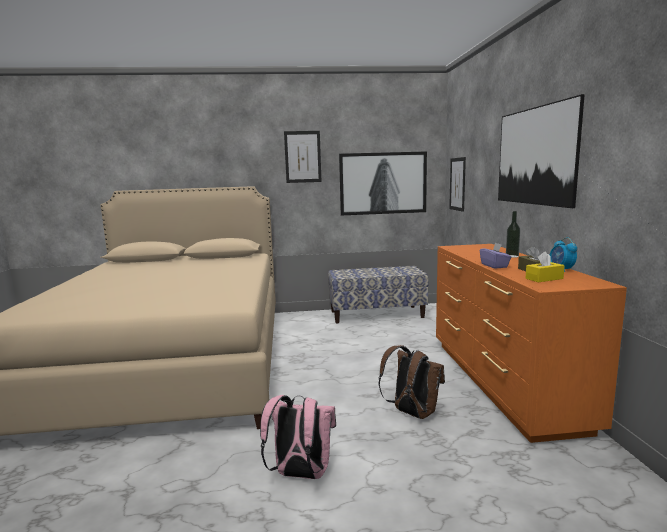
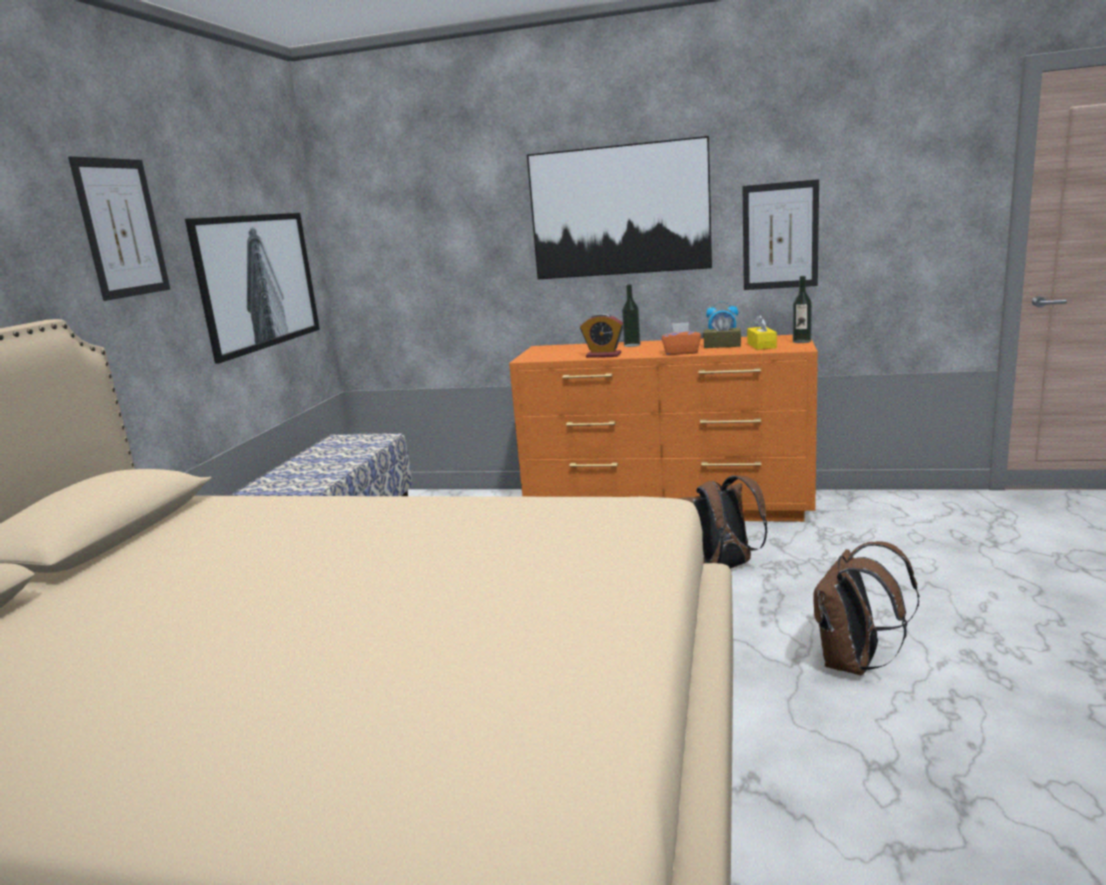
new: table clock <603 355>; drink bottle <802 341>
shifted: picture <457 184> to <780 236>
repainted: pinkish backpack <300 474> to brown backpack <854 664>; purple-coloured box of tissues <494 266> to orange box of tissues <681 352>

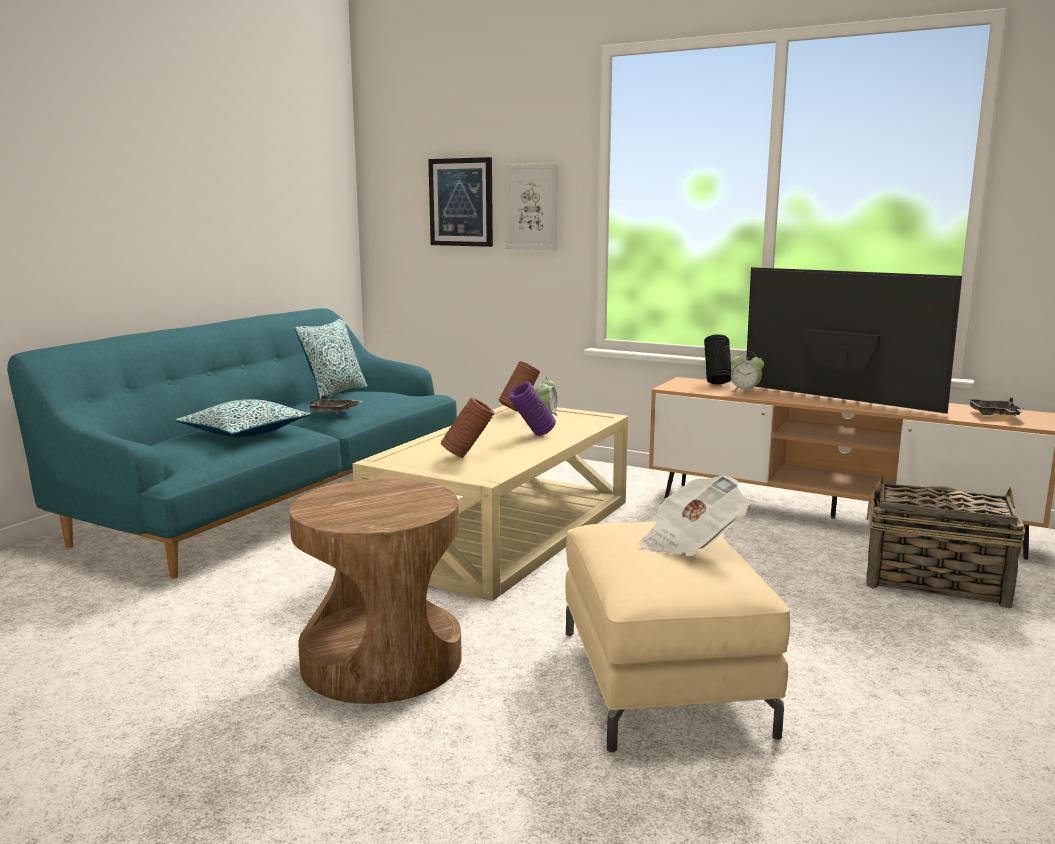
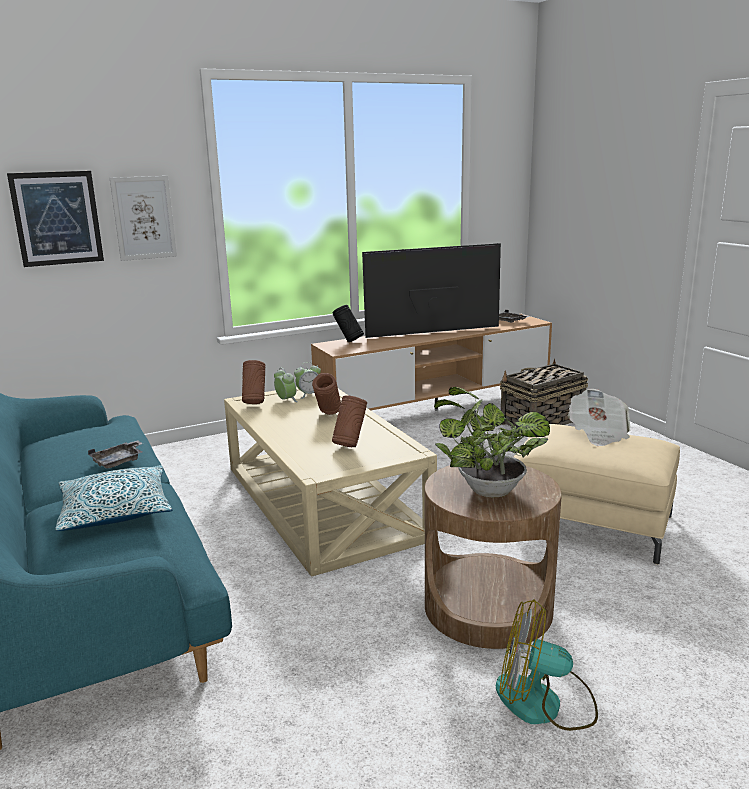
gone: pillow <335 393>
new: houseplant <486 489>; fan <544 703>
shifted: table clock <745 391> to <308 395>
repainted: purple-coloured decorative vase <532 435> to brown decorative vase <328 415>

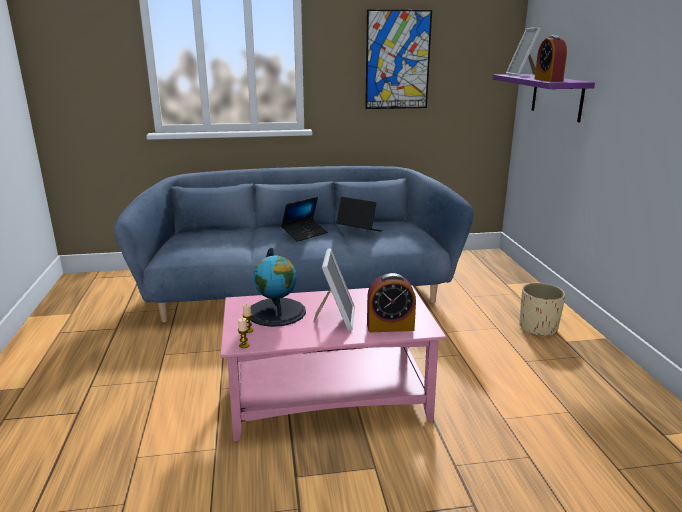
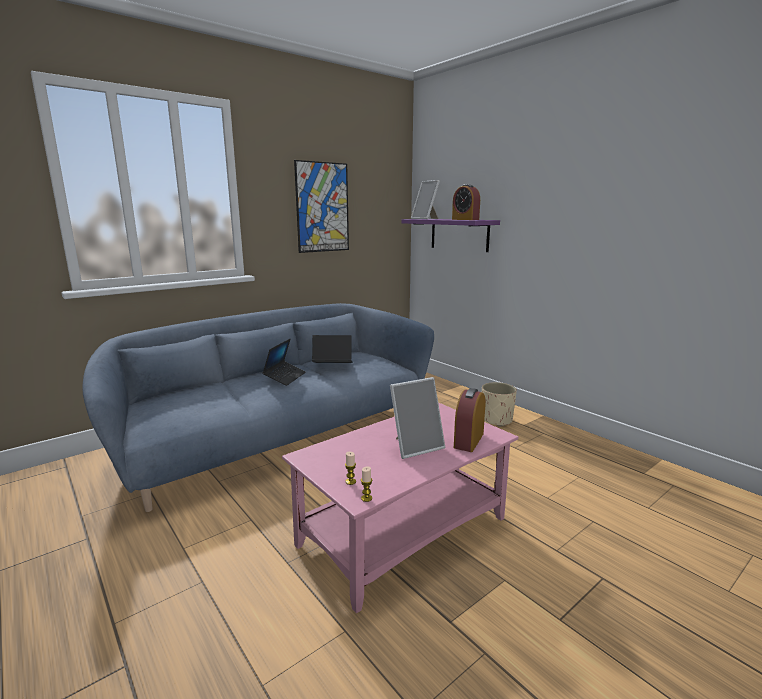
gone: world globe <276 312>
rotated: picture frame <335 318> = <415 446> 90 degrees clockwise; table clock <390 326> = <468 440> 150 degrees clockwise

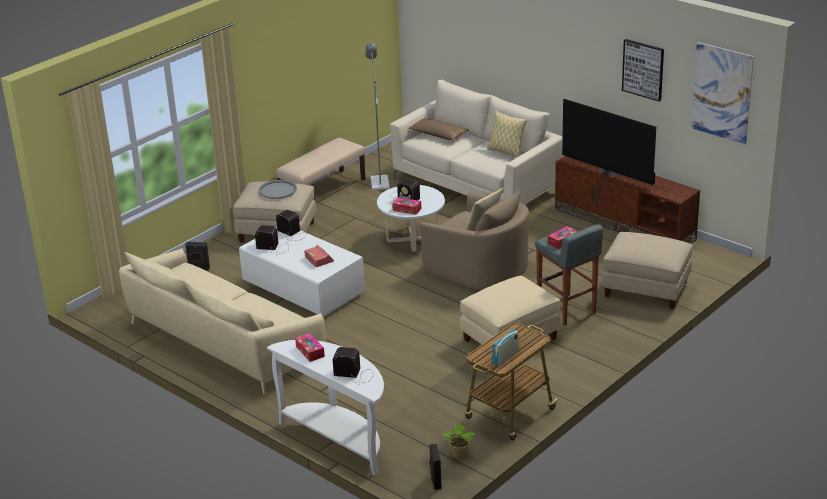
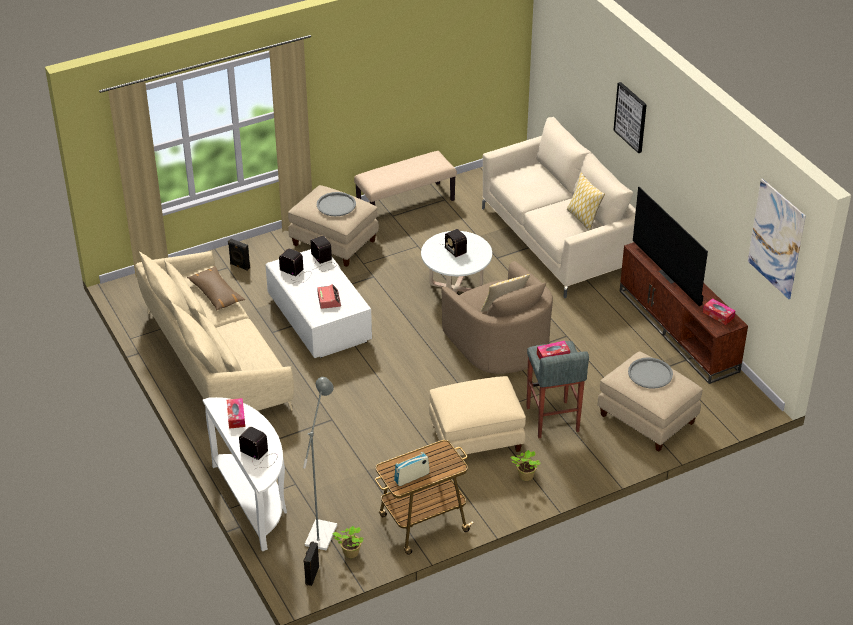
new: houseplant <525 476>; greyish serving tray <650 374>
shifted: greyish standard lamp <379 180> to <323 530>; box of tissues <407 209> to <718 315>; brown pillow <438 134> to <216 294>; picture <643 69> to <631 117>

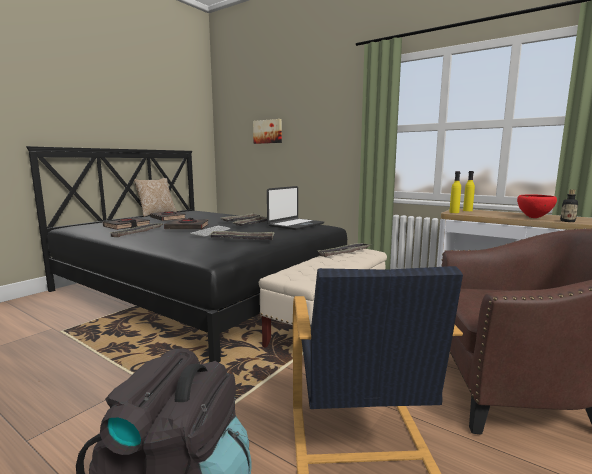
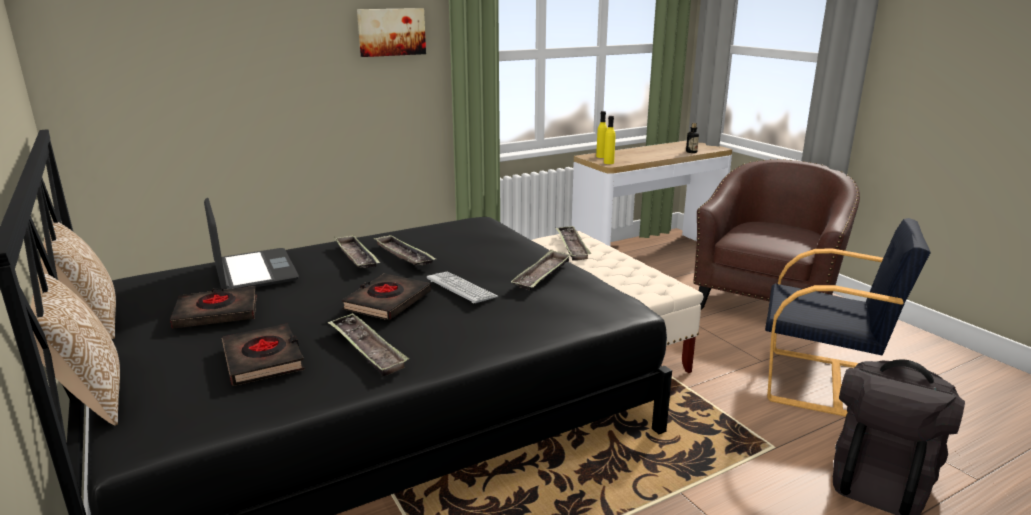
gone: reddish serving bowl <533 218>
new: pillow <90 399>
shifted: picture <268 131> to <391 32>; laptop <295 225> to <254 271>

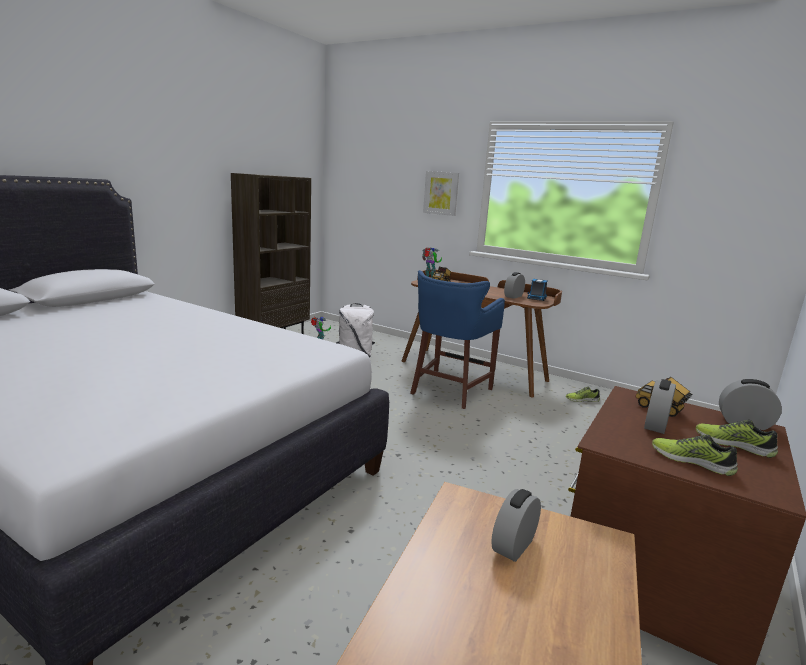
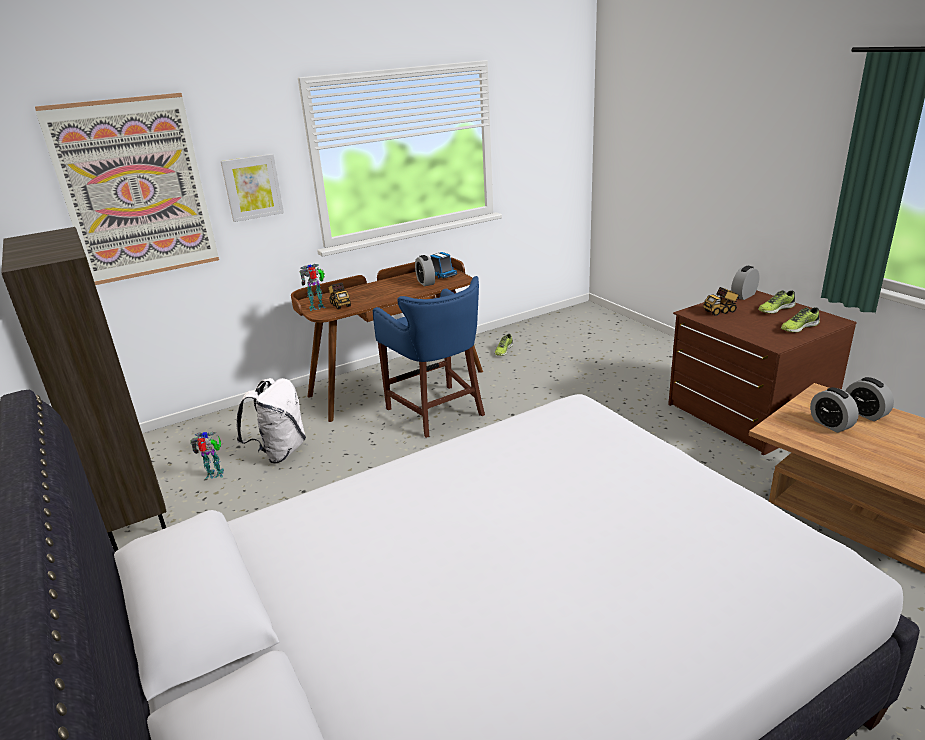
new: picture <135 190>
shifted: table clock <656 425> to <865 413>

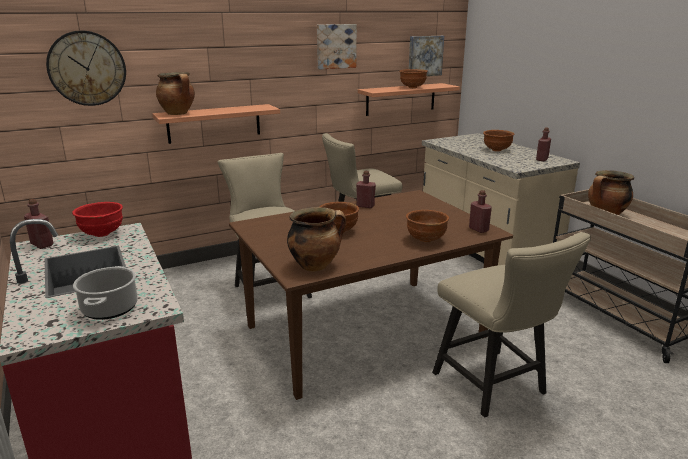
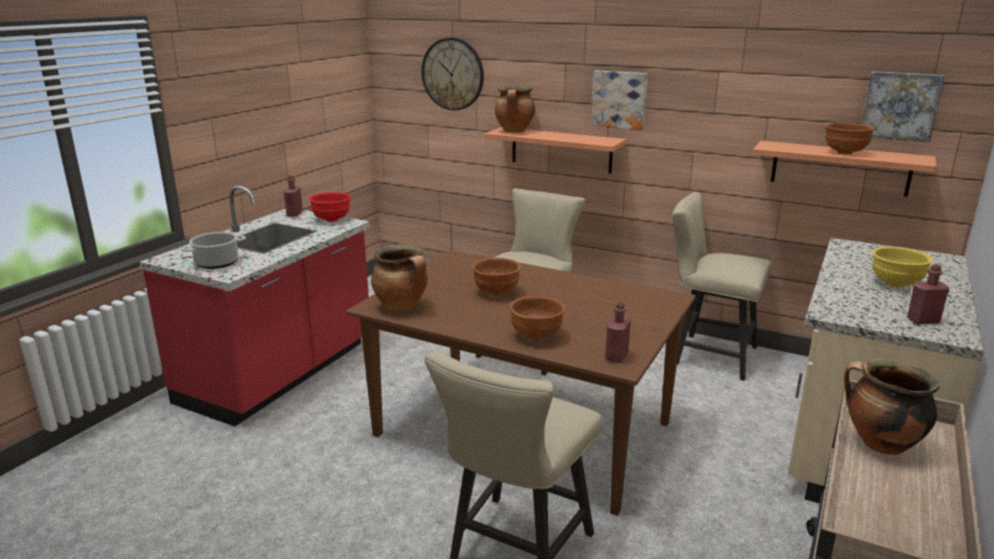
gone: reddish drink bottle <365 206>
shifted: picture <335 46> to <619 99>
repainted: brown serving bowl <496 150> to yellow serving bowl <895 284>

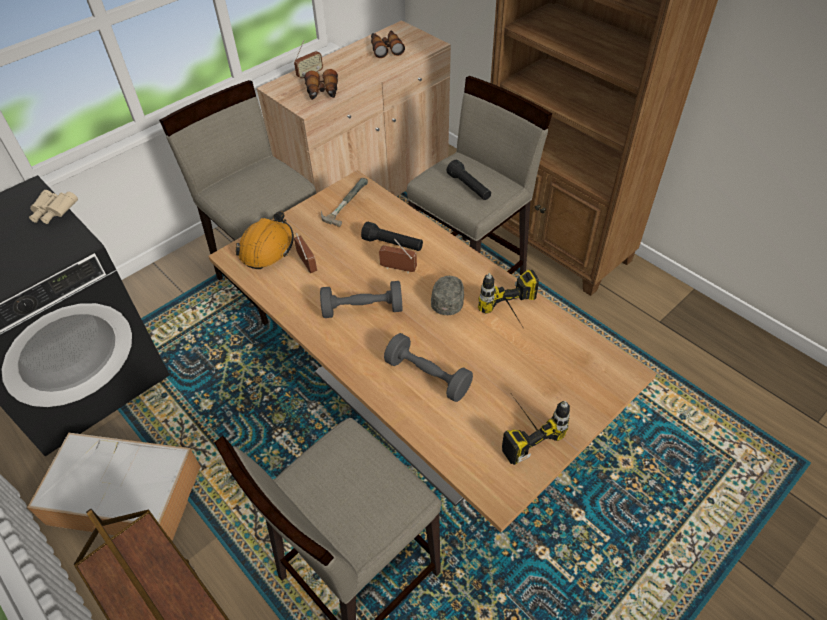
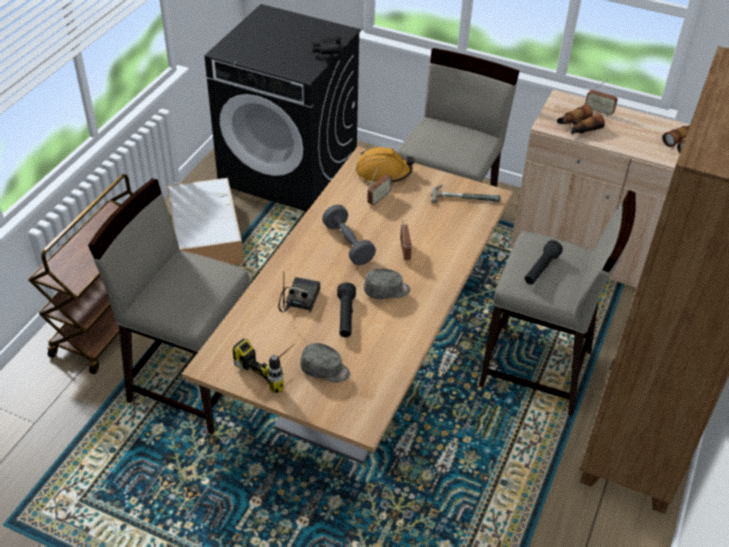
gone: electric drill <514 318>
new: greyish baseball cap <325 370>
shifted: blackish flashlight <392 244> to <345 317>
swapped: greyish dumbbell <427 376> to radio set <299 299>
repainted: sand-coloured pair of binoculars <54 213> to blackish pair of binoculars <327 52>

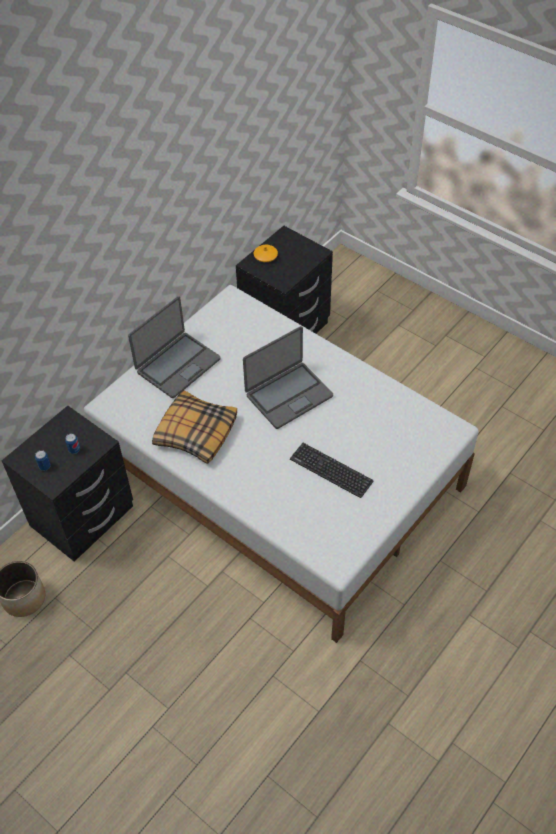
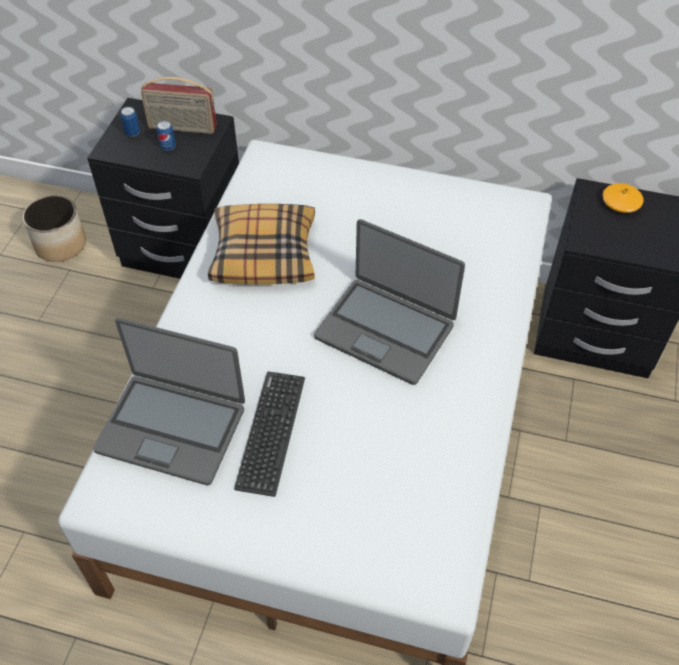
new: radio set <182 128>
shifted: laptop <177 365> to <172 428>

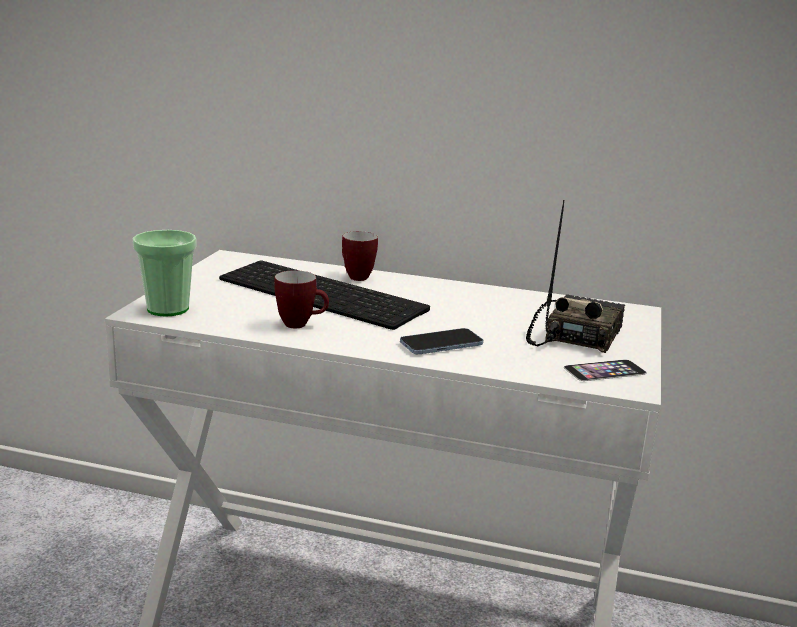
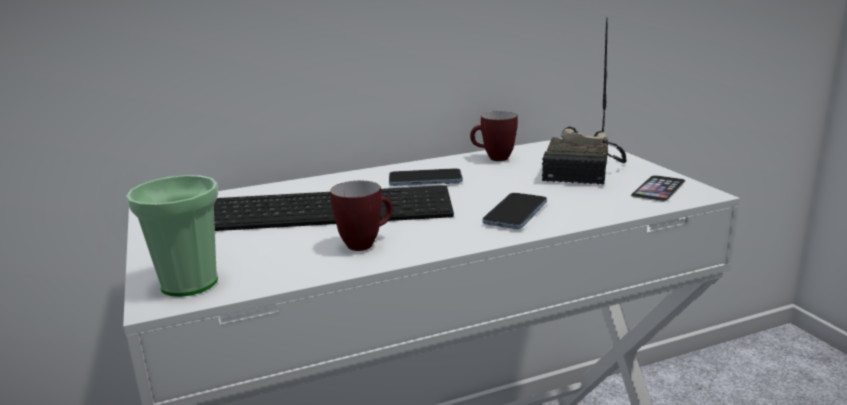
new: phone <425 180>
shifted: tea mug <355 276> to <493 158>
rotated: radio set <574 335> = <583 171> 150 degrees counterclockwise

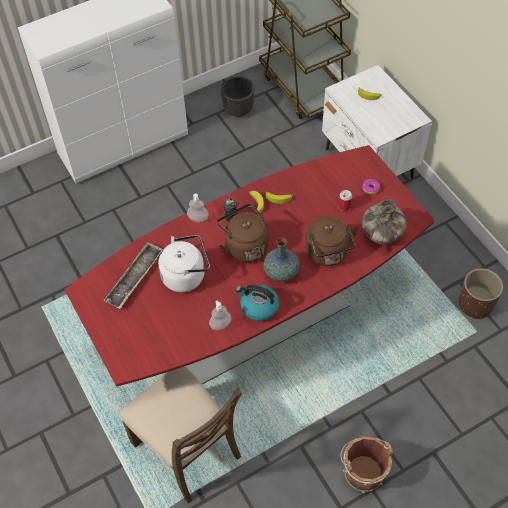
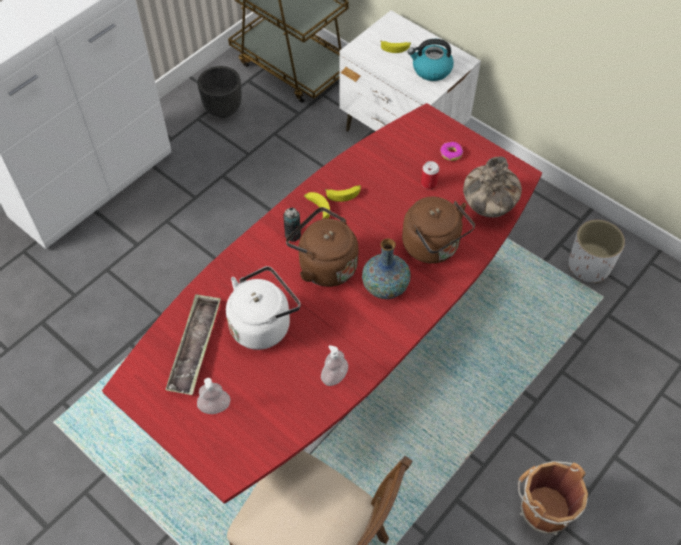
shifted: soap dispenser <198 218> to <215 407>; water kettle <258 307> to <431 70>
repainted: brown flower pot <475 304> to whitish flower pot <589 266>

